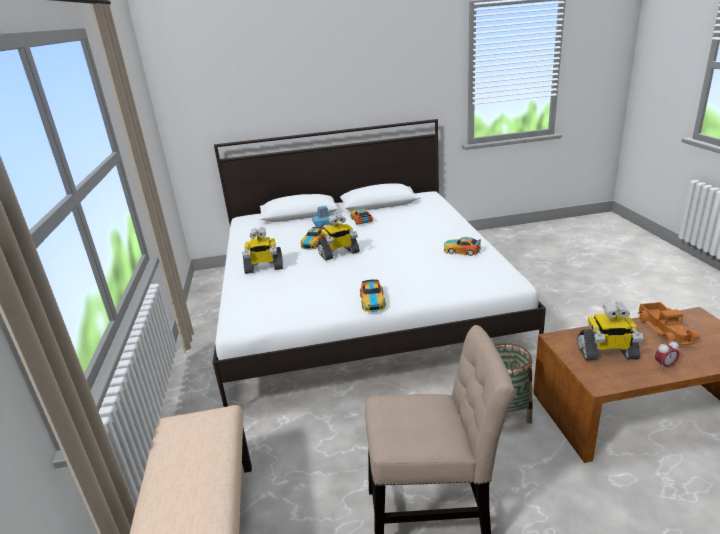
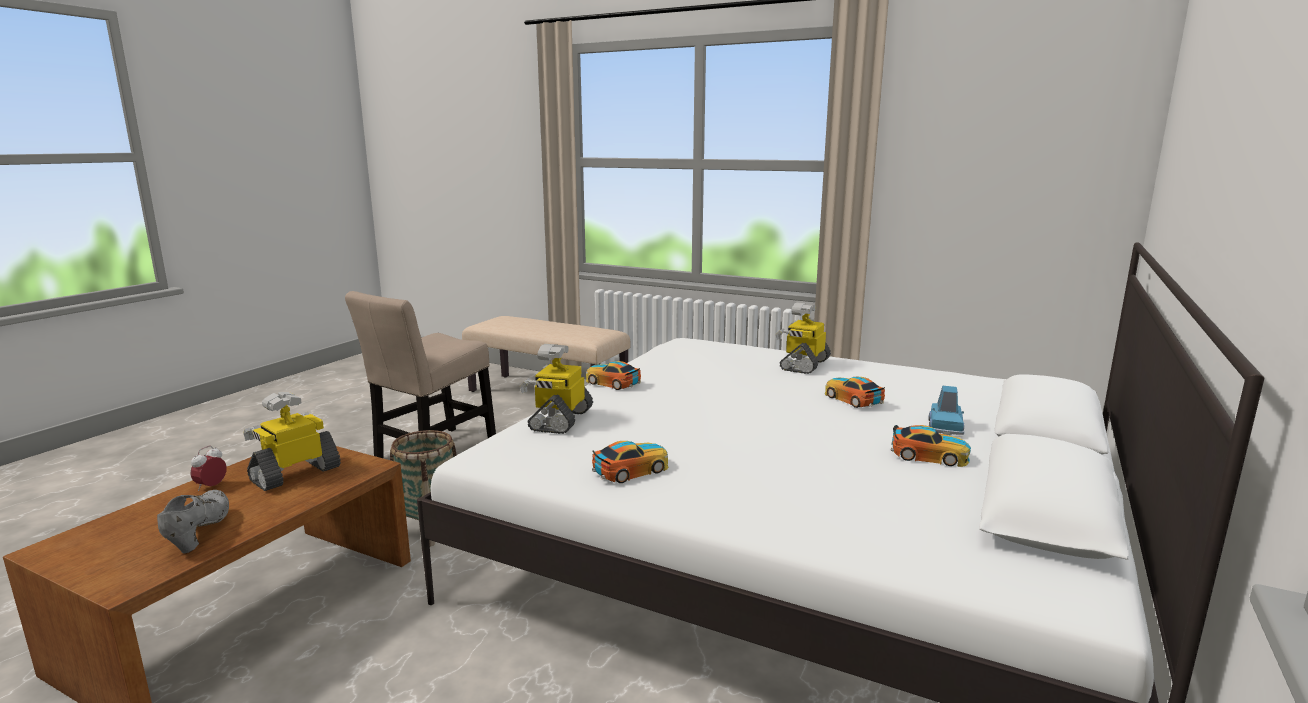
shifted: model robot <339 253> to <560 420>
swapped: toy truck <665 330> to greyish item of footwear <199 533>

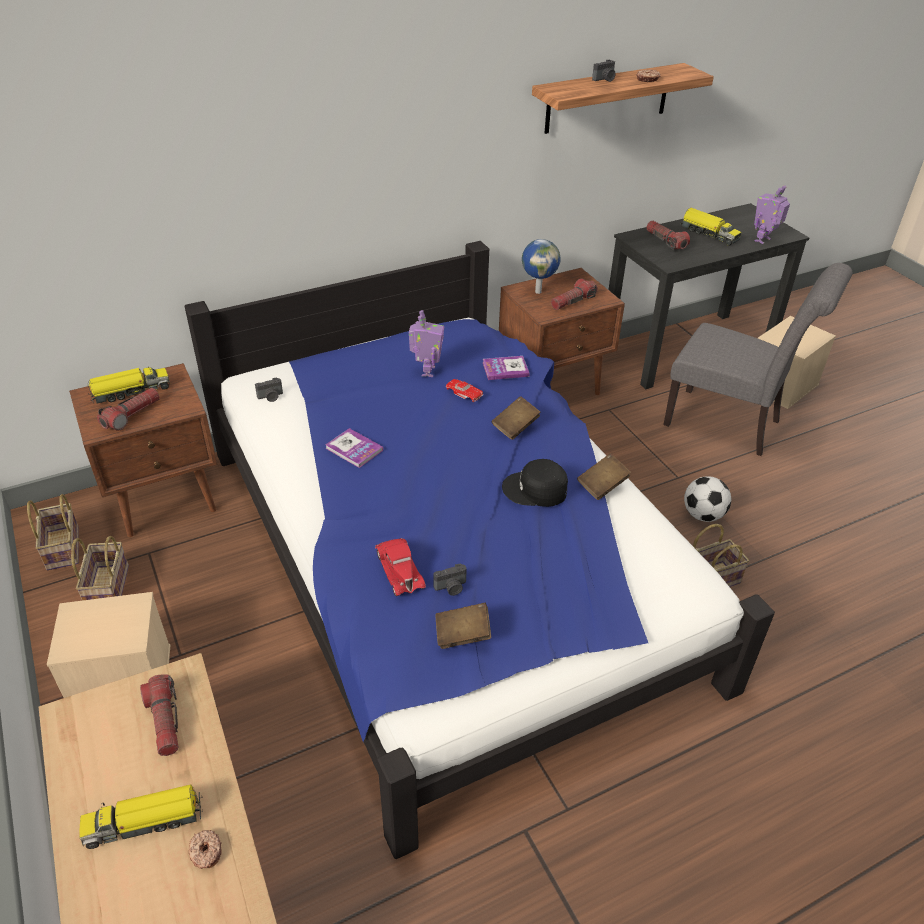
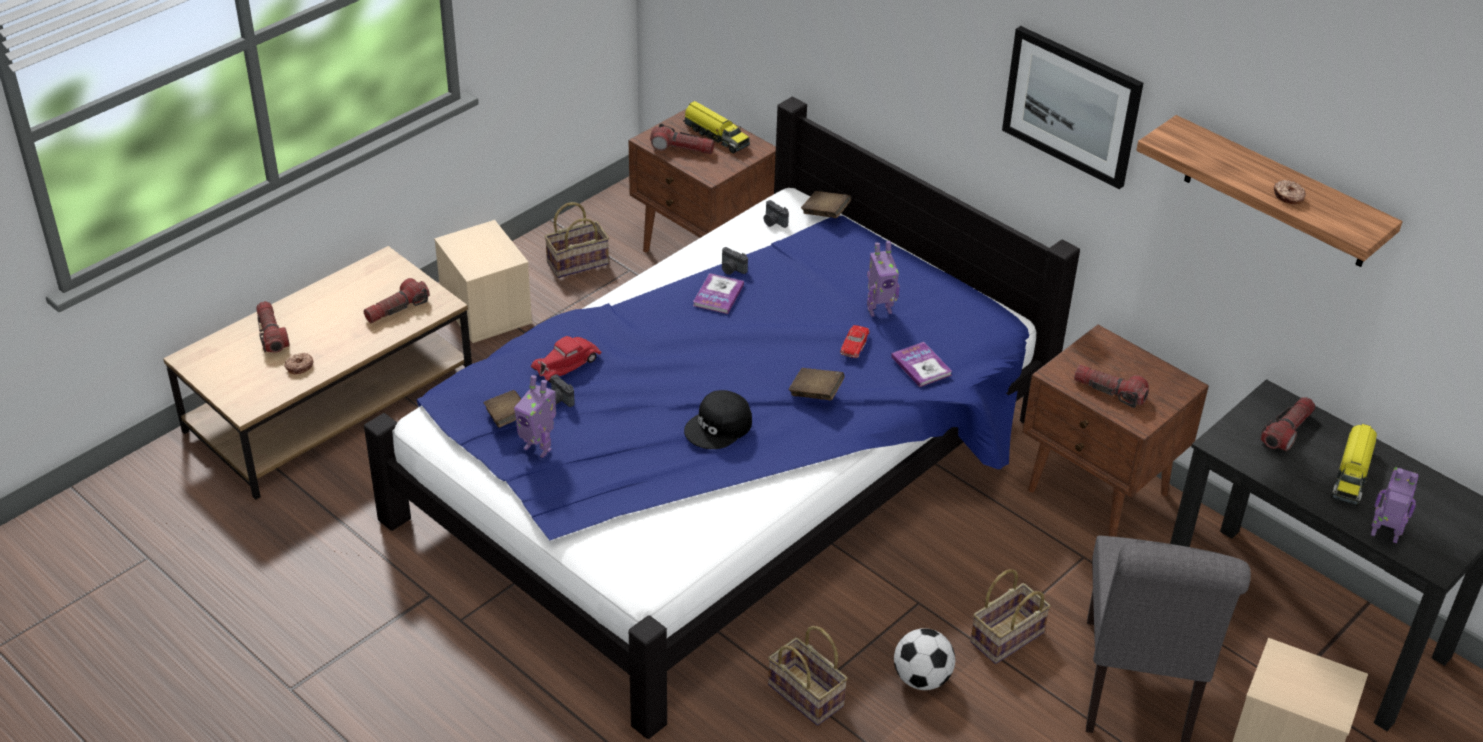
gone: toy truck <145 821>; world globe <538 291>
new: flashlight <271 334>; model robot <538 448>; picture <1072 106>
shifted: storage basket <64 549> to <1007 639>; brown book <602 485> to <825 213>; photo camera <605 79> to <732 269>
rotated: blackish baseball cap <535 490> = <719 427> 120 degrees counterclockwise

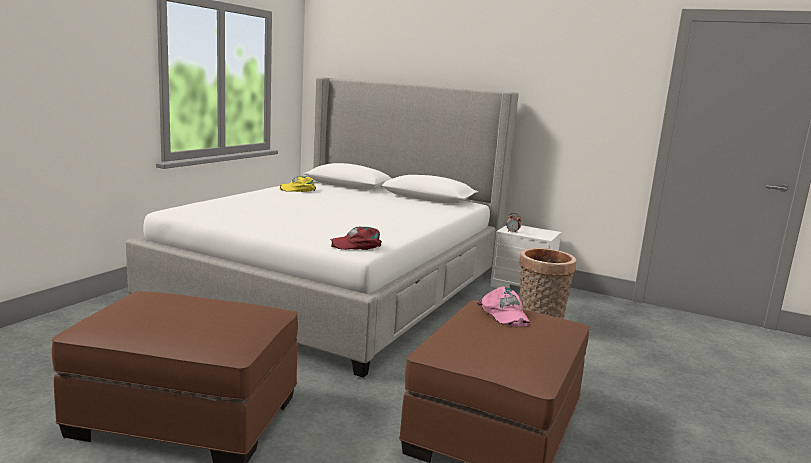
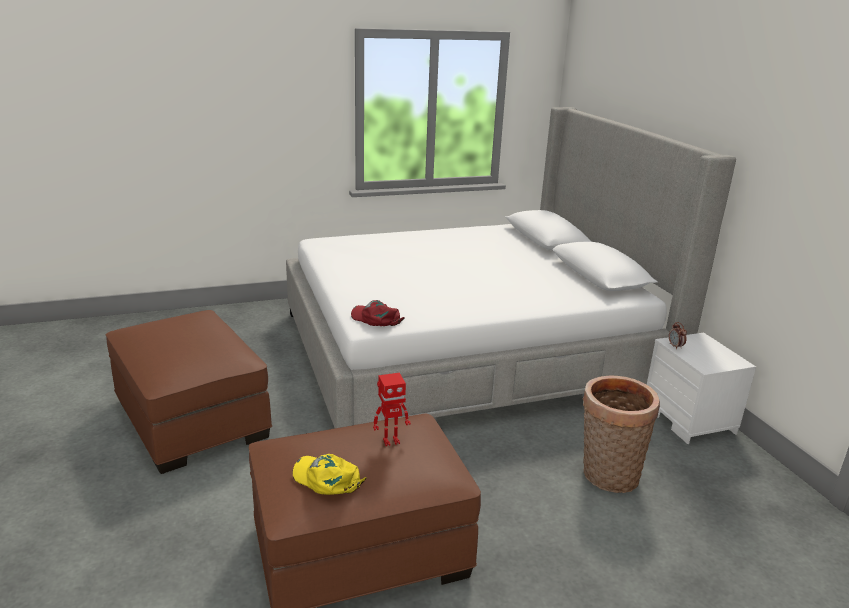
shifted: yellow baseball cap <298 189> to <327 479>
swapped: pinkish baseball cap <504 314> to model robot <390 441>

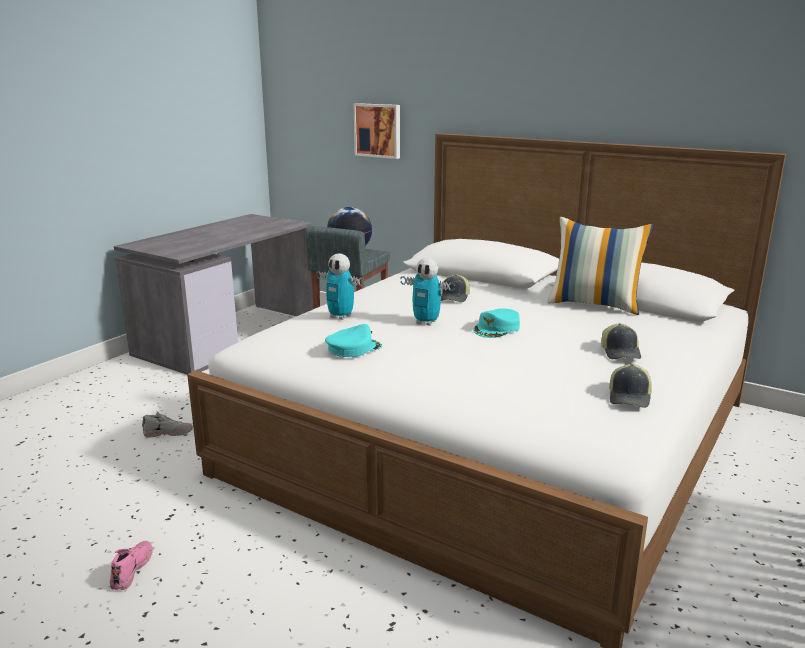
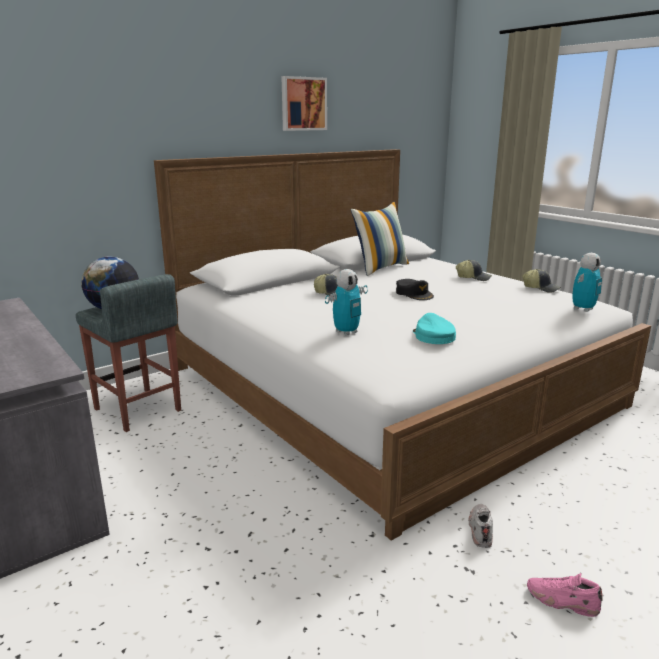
shifted: whitish item of footwear <168 433> to <480 529>; picture <378 130> to <303 104>; model robot <426 322> to <583 309>
repainted: turquoise baseball cap <497 329> to blackish baseball cap <414 294>

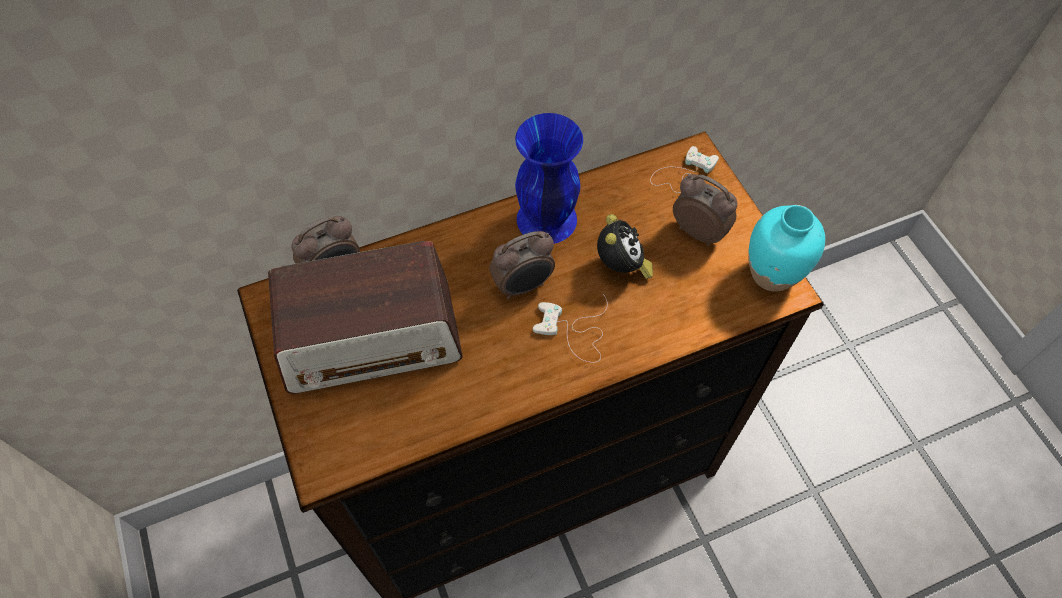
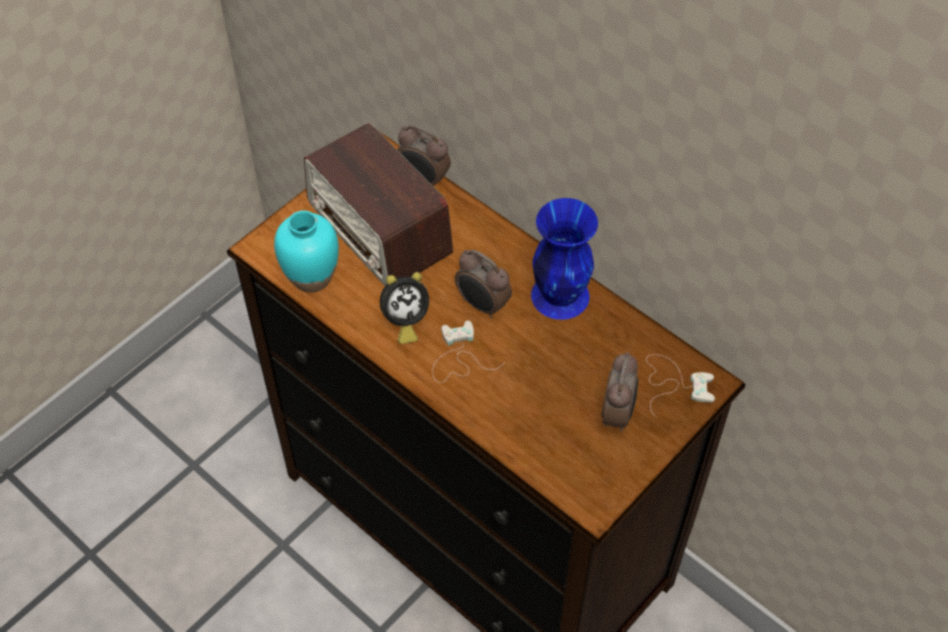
shifted: table clock <621 267> to <404 321>; turquoise decorative vase <771 274> to <311 277>

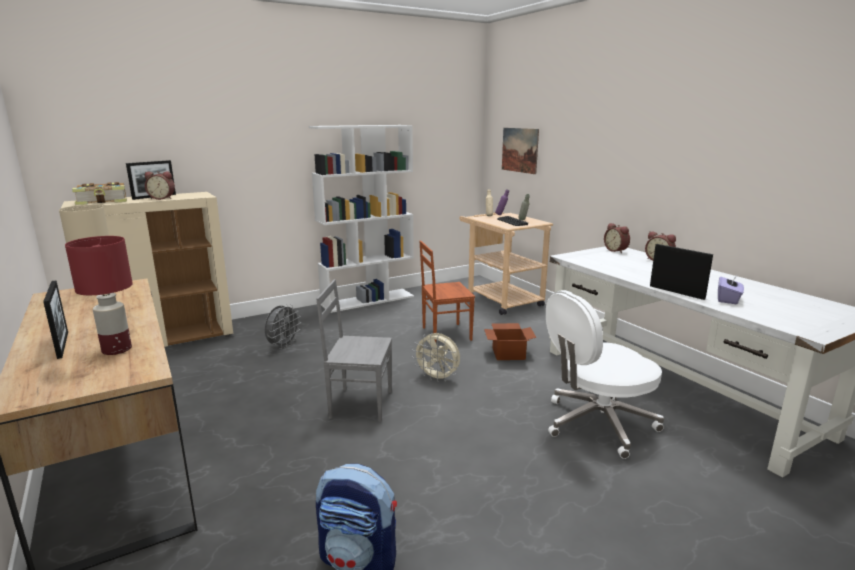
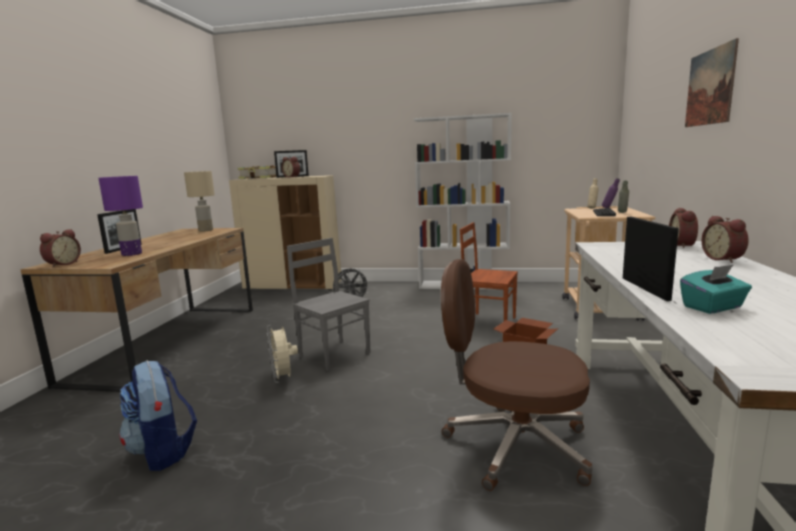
new: table clock <62 264>
shifted: sand-coloured fan <437 378> to <283 378>; picture <519 150> to <710 87>
repainted: reddish lamp for a table <116 350> to purple-coloured lamp for a table <131 254>; whitish office chair <597 424> to brown office chair <514 445>; purple-coloured box of tissues <728 299> to turquoise box of tissues <713 307>

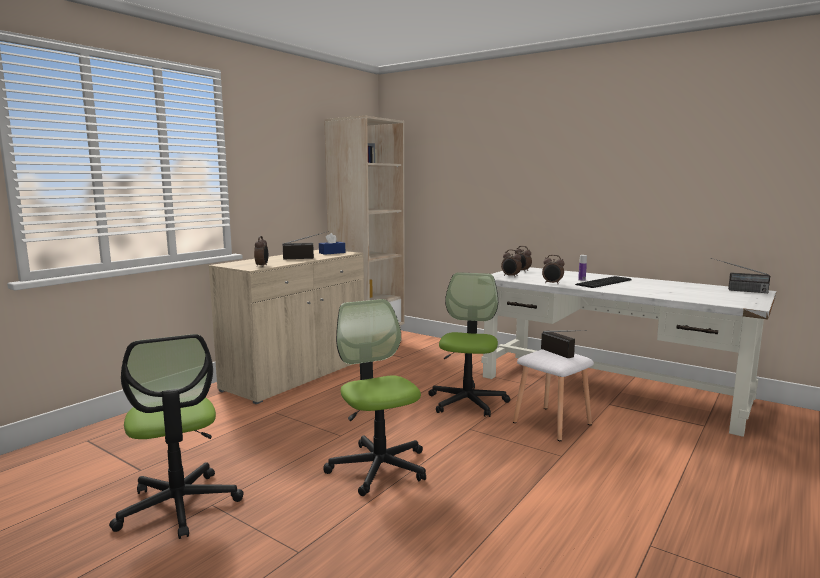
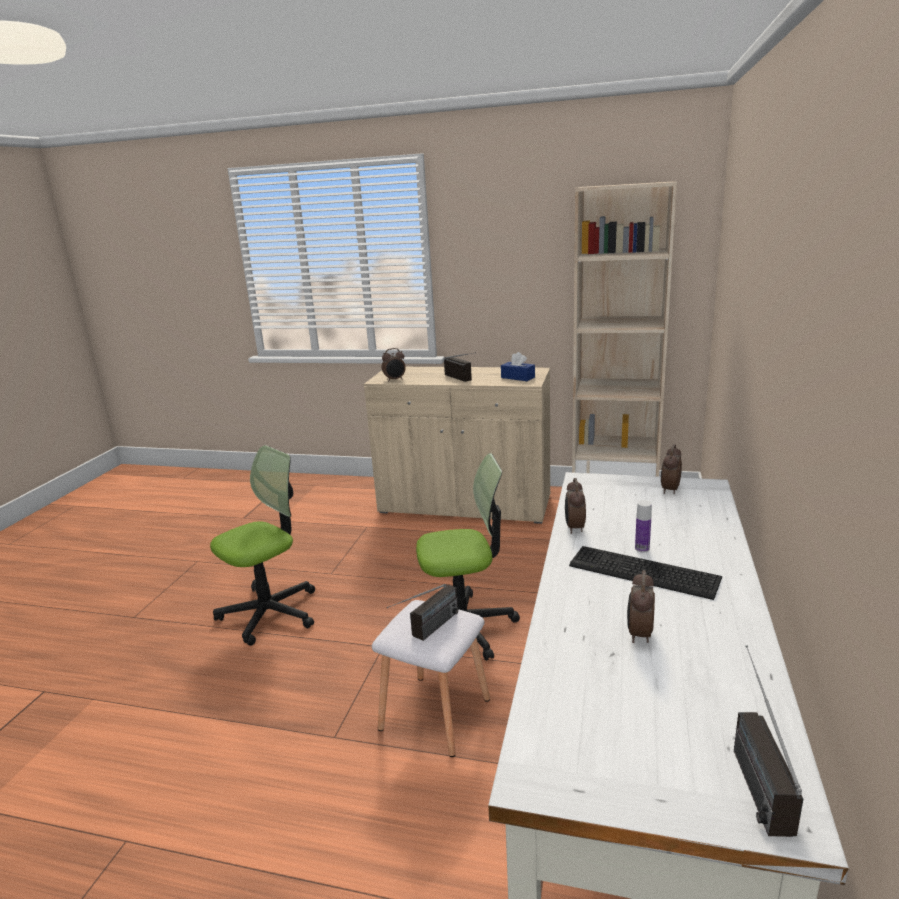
gone: office chair <179 506>
shifted: table clock <511 276> to <639 634>

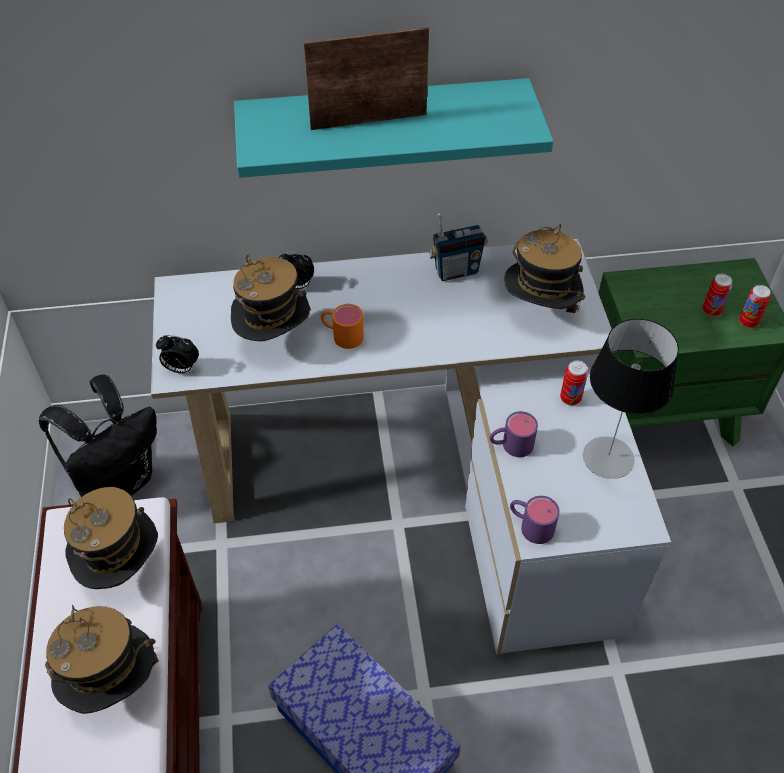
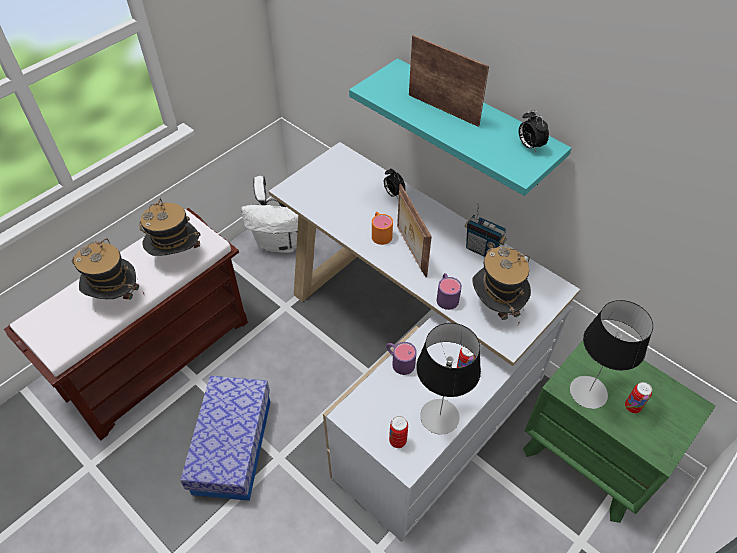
gone: hat <274 340>
new: picture frame <410 250>; lamp for a table <588 392>
shifted: table clock <181 368> to <529 146>; purple-coloured tea mug <530 525> to <446 296>; metal can <748 322> to <397 441>
repainted: blackish backpack <119 481> to whitish backpack <281 242>

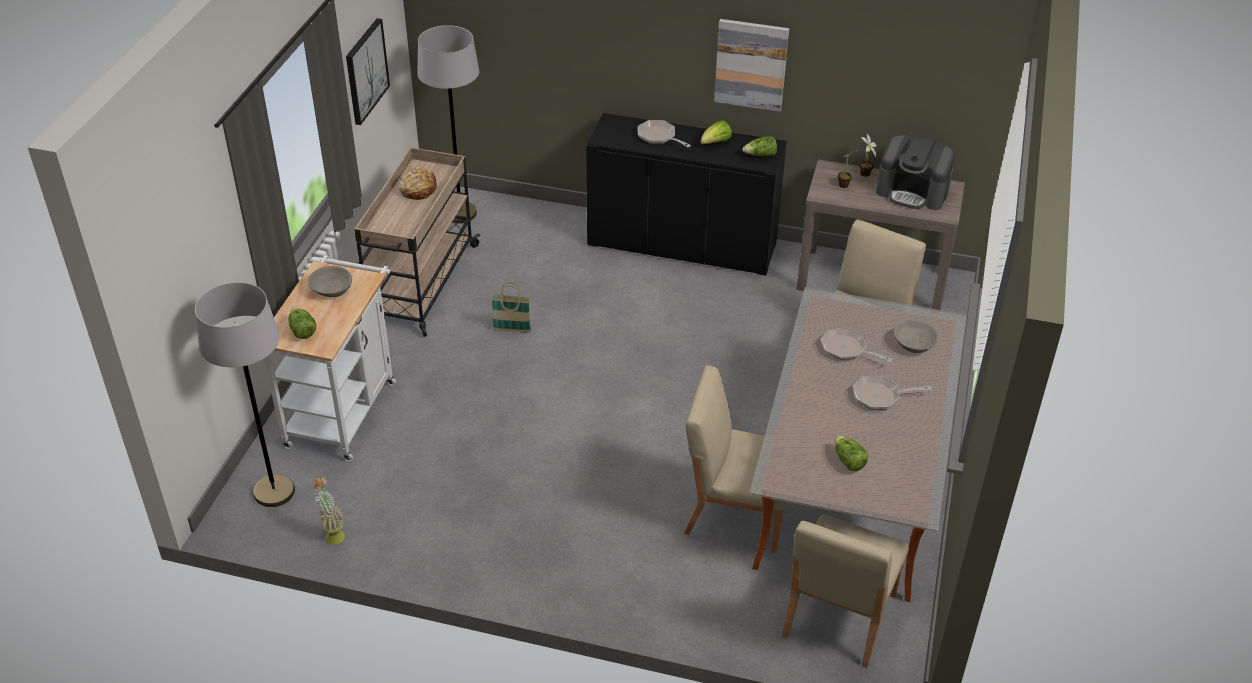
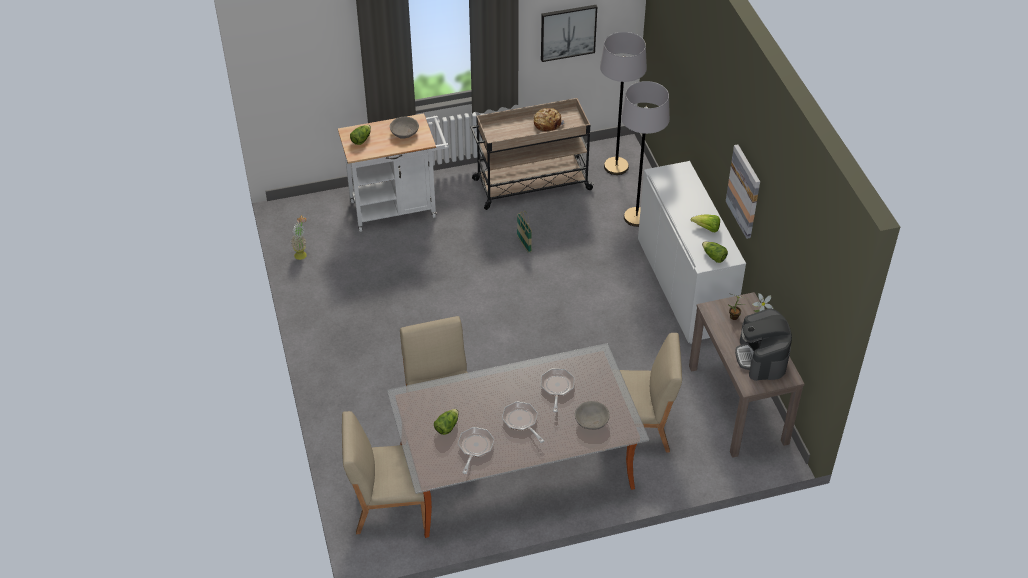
shifted: greyish standard lamp <274 492> to <636 217>; frying pan <659 137> to <475 448>
repainted: blackish cabinet <682 244> to whitish cabinet <684 286>

